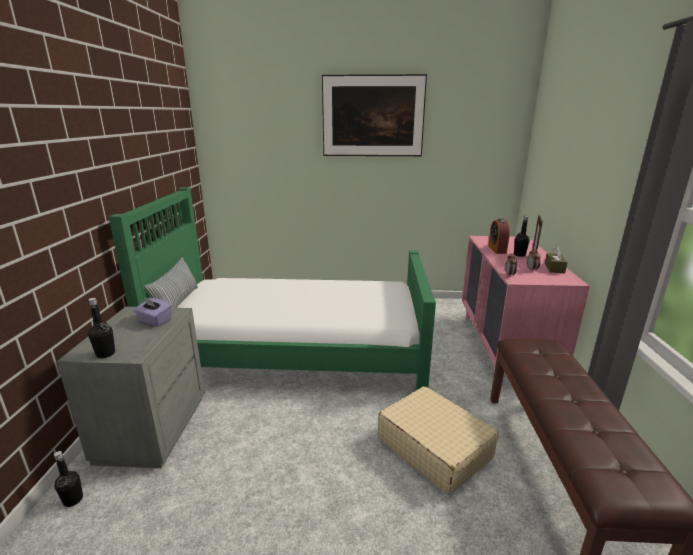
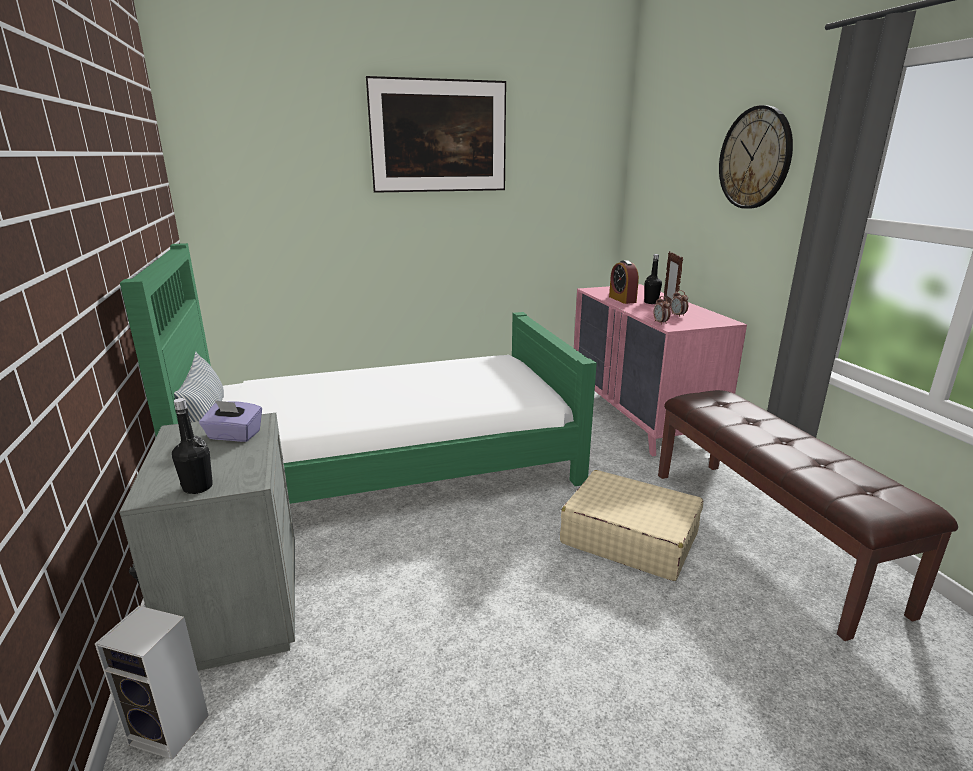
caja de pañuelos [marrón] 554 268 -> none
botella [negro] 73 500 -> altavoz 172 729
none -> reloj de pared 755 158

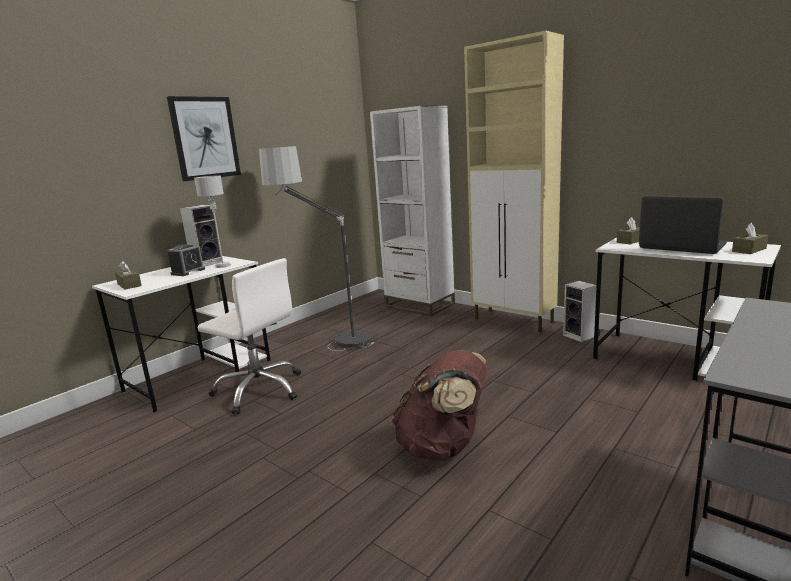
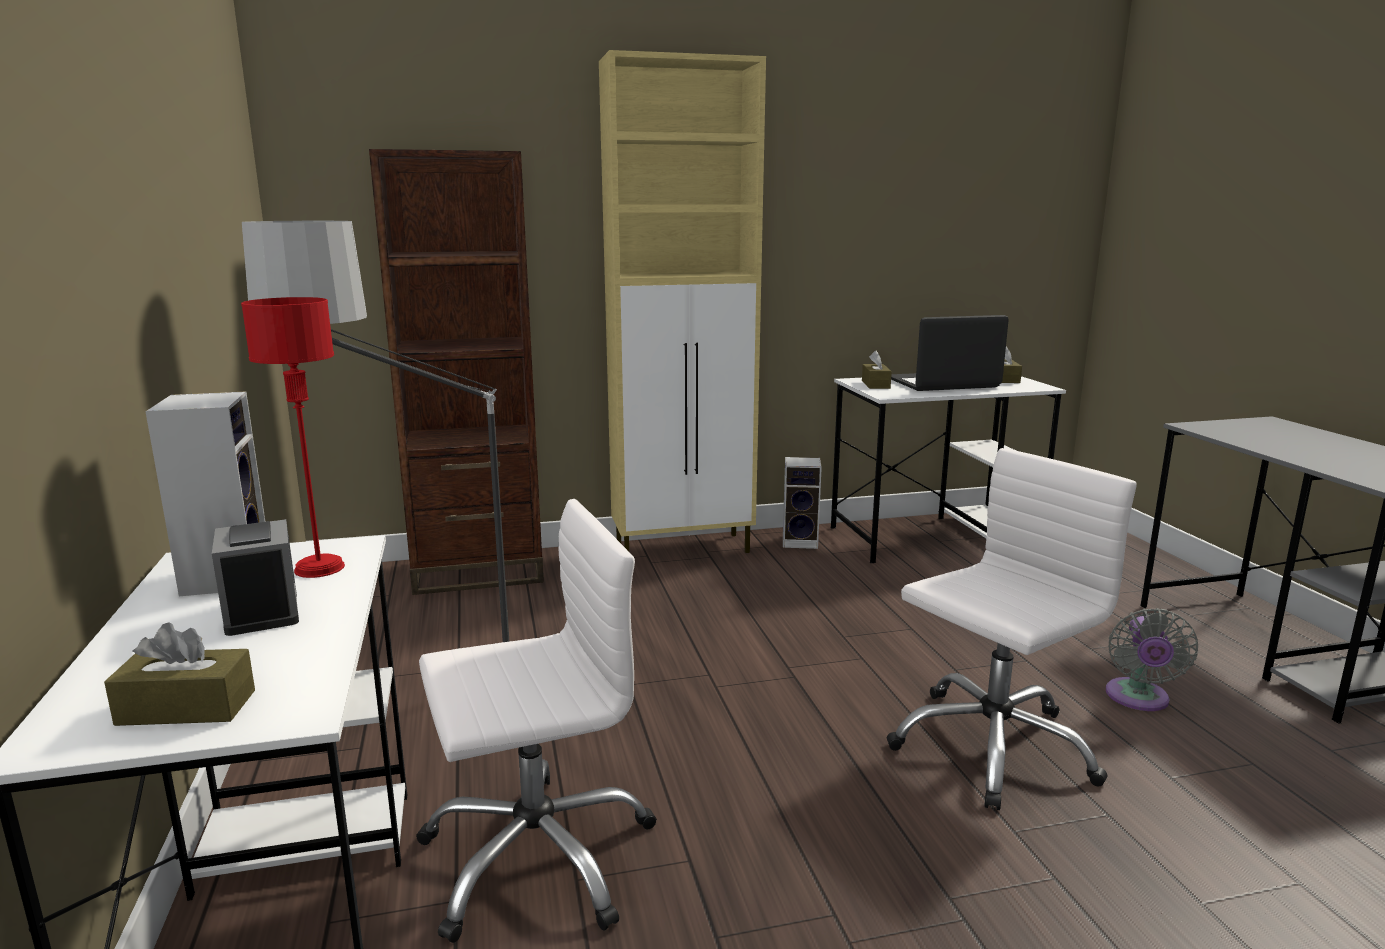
cuadro 205 138 -> none
estantería [blanco] 419 305 -> estantería [marrón] 478 572
lámpara de mesa [gris] 223 265 -> lámpara de mesa [rojo] 319 568
mochila [marrón] 443 447 -> silla de oficina [blanco] 991 746
none -> ventilador [gris] 1138 699

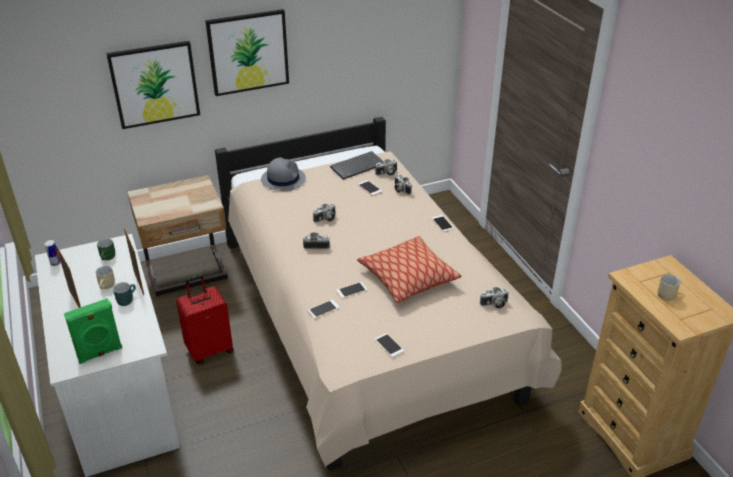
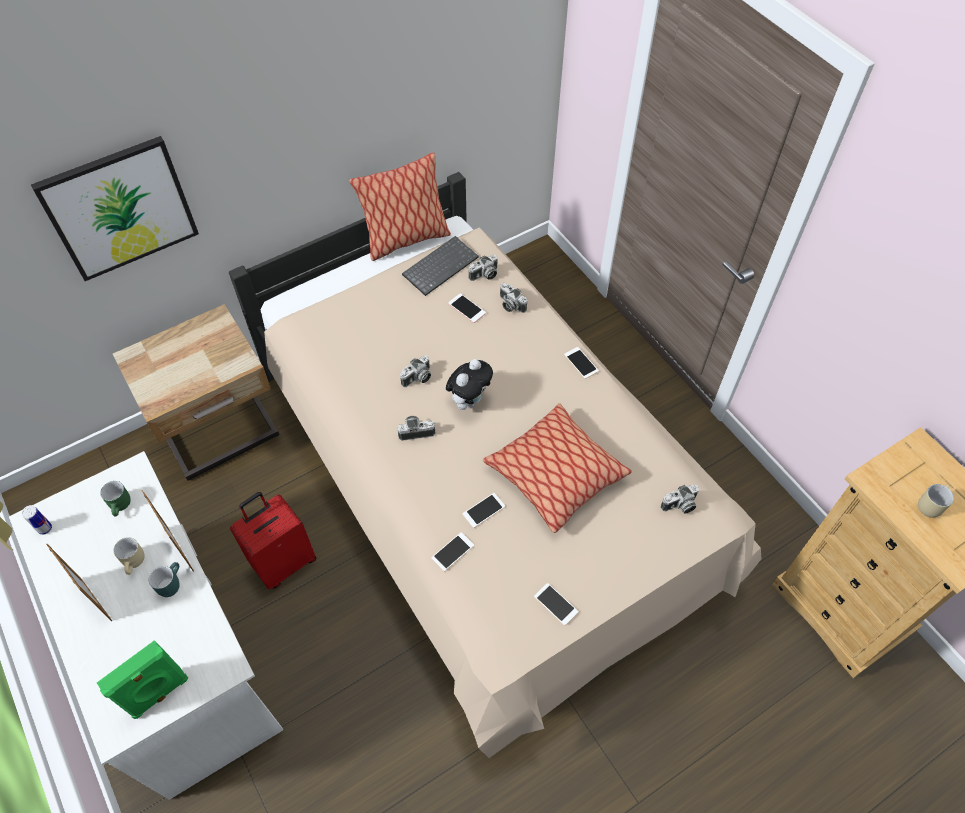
cuadro 248 52 -> none
sombrero [gris] 283 179 -> none
none -> cojín 405 240
none -> peluche 469 400

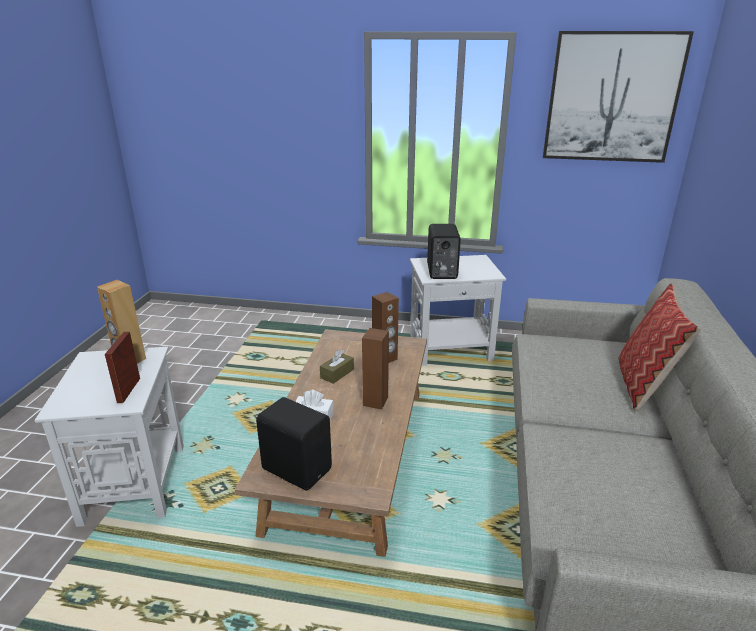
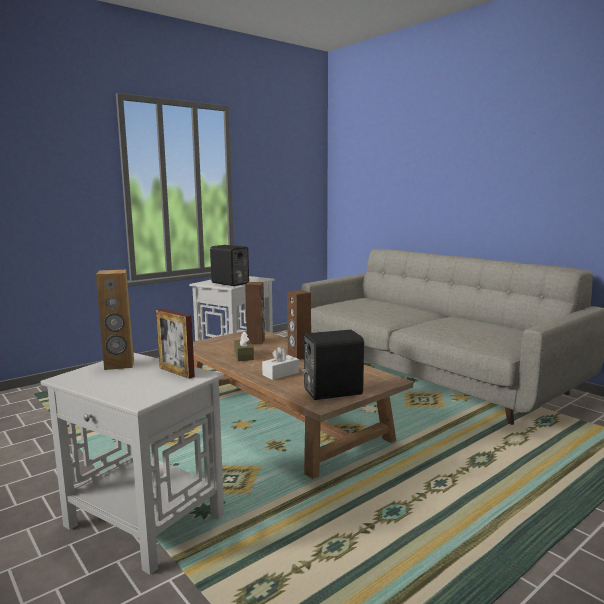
cuadro 612 98 -> none
cojín 643 385 -> none

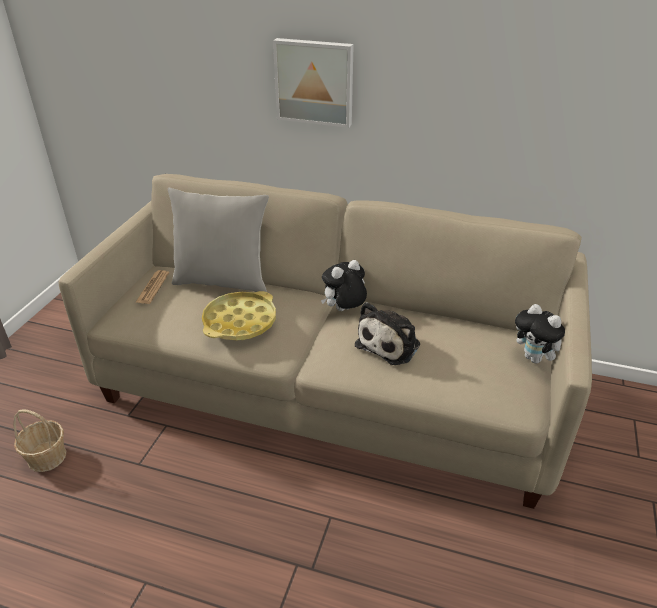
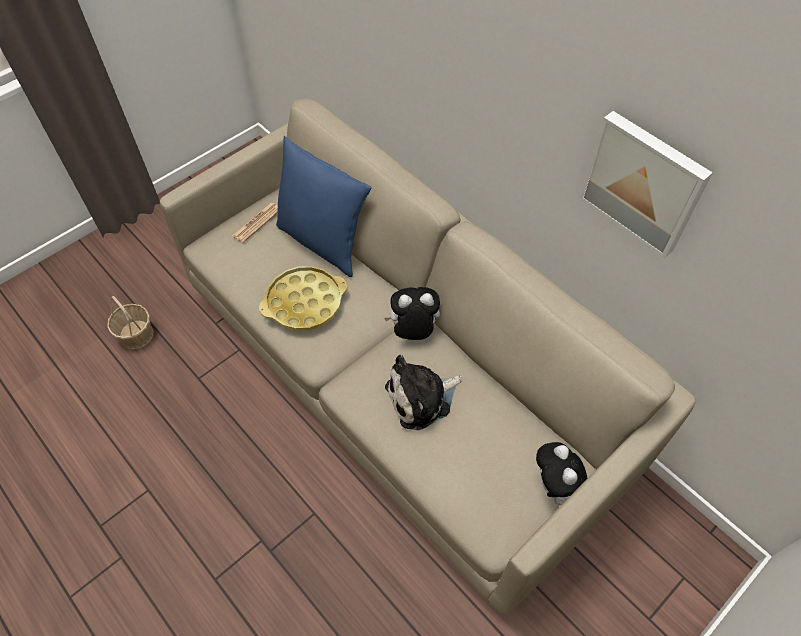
cuadro 315 82 -> cuadro 644 183, moved
cojín [gris] 222 281 -> cojín [azul] 323 241

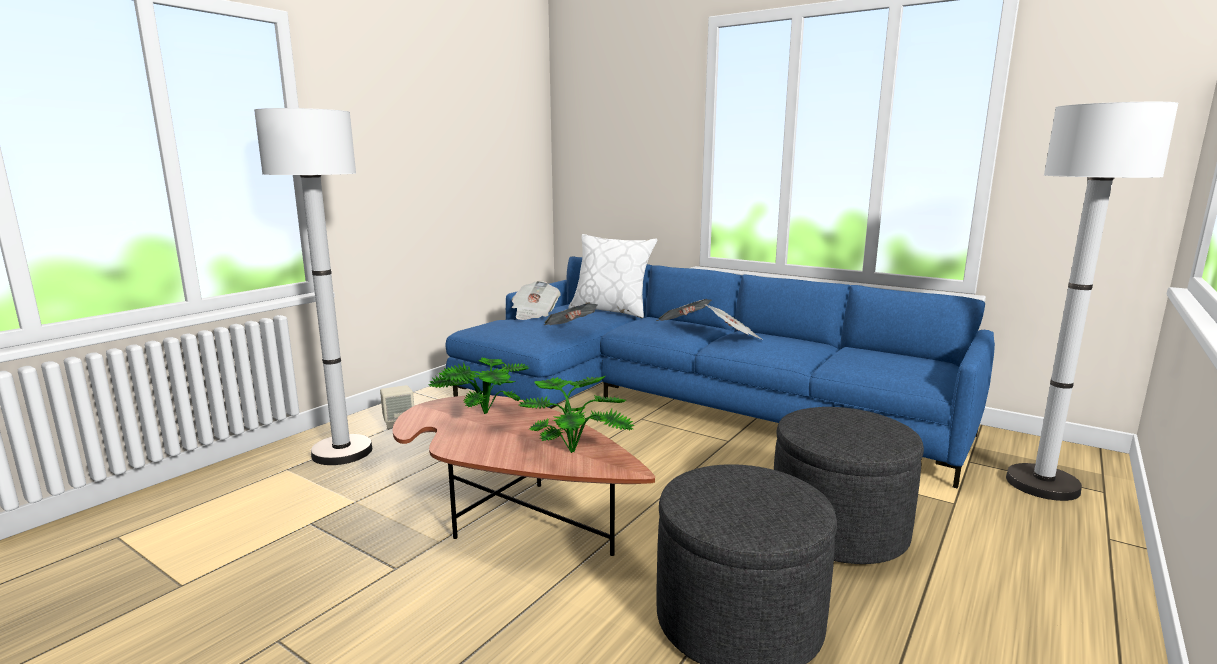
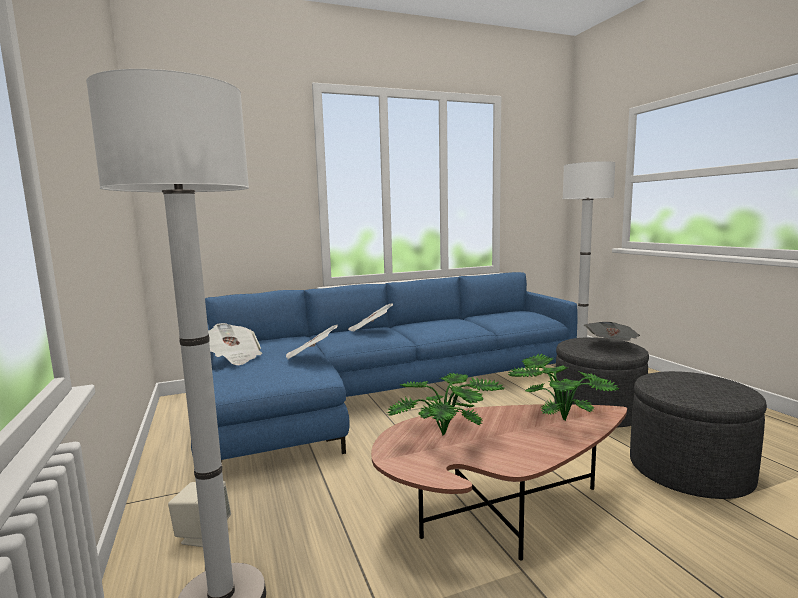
cojín [blanco] 611 310 -> none
periódico 733 337 -> periódico 611 345, moved

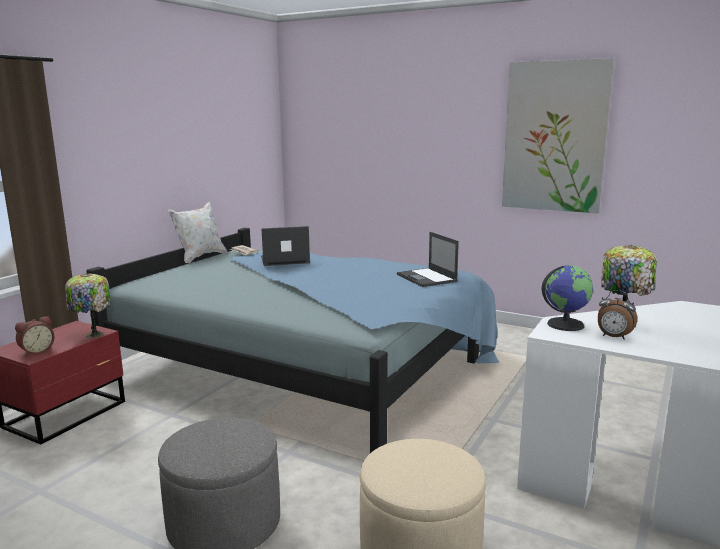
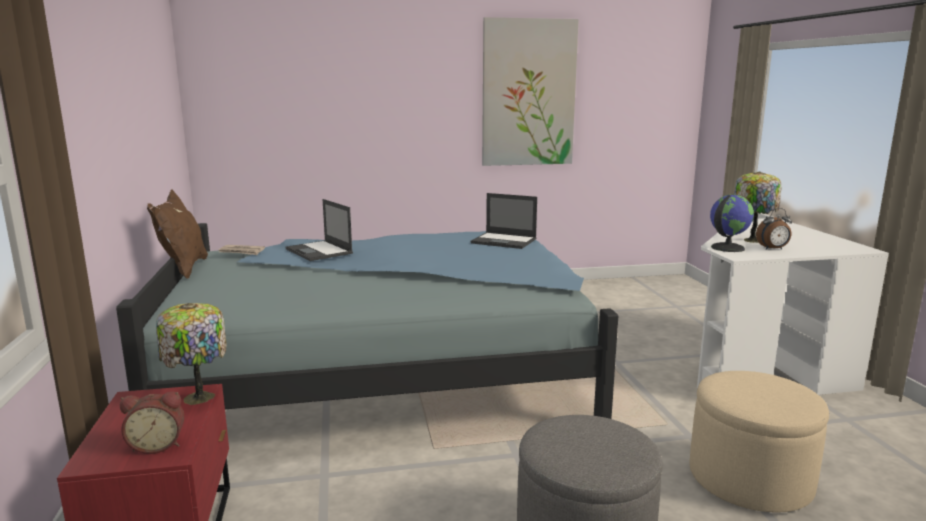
cojín [blanco] 200 257 -> cojín [marrón] 183 269
portátil 284 260 -> portátil 319 251, 75 degrees counterclockwise
despertador 36 351 -> despertador 157 445, 75 degrees clockwise

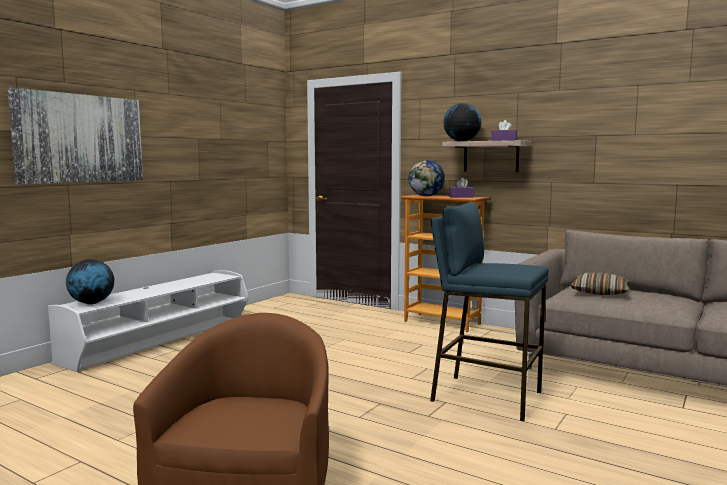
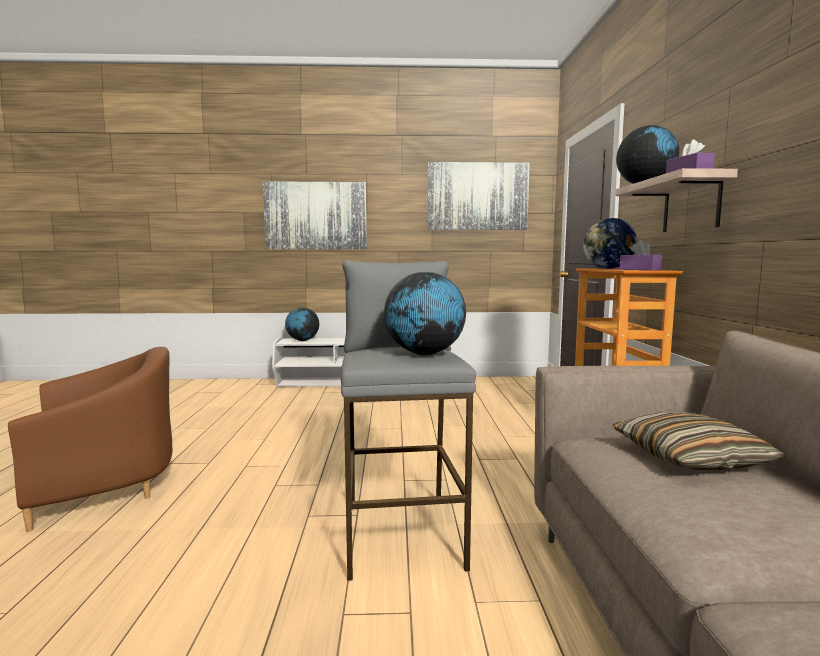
taburete [azul] 485 396 -> taburete [gris] 402 534
none -> cuadro 477 196
none -> globo terráqueo 424 353

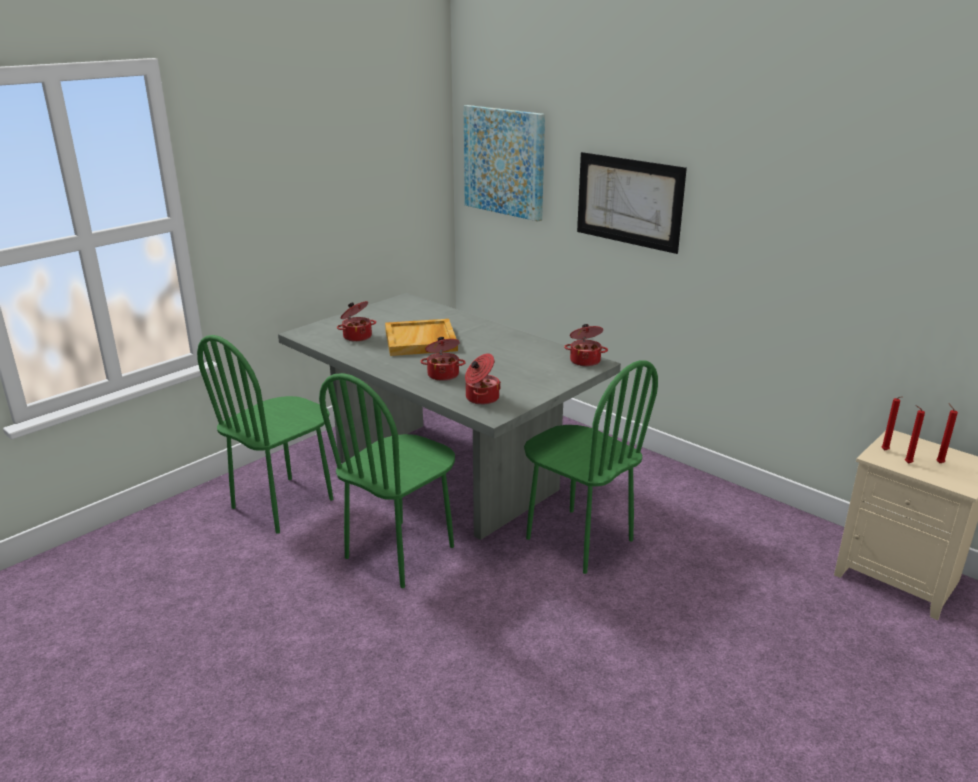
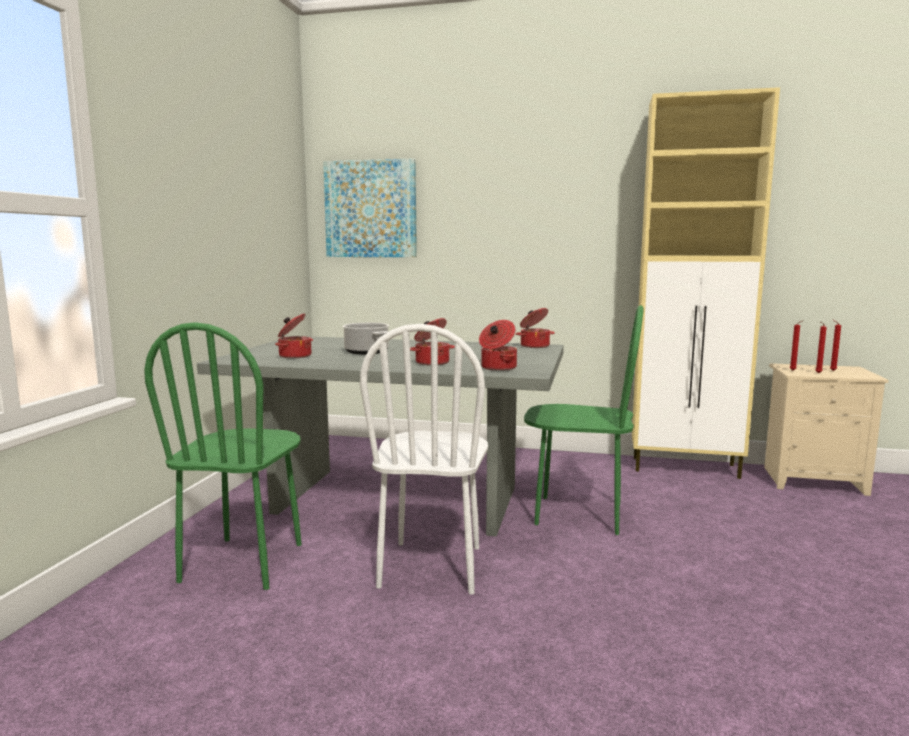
cuadro 629 201 -> none
bandeja [beis] 421 341 -> olla 367 352
silla [verde] 400 552 -> silla [blanco] 432 567
none -> armario [beis] 686 468

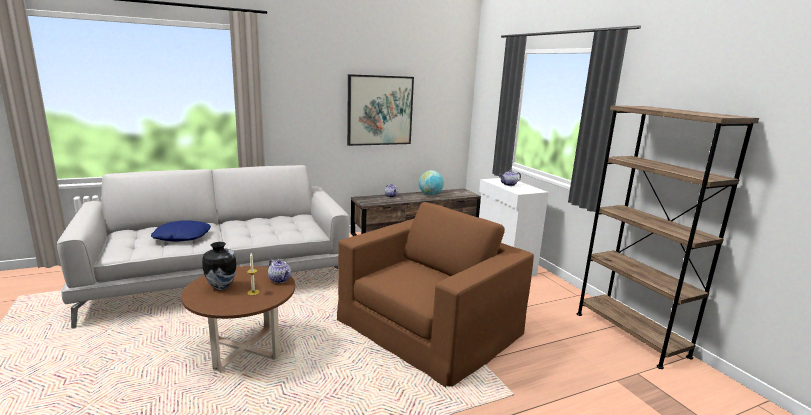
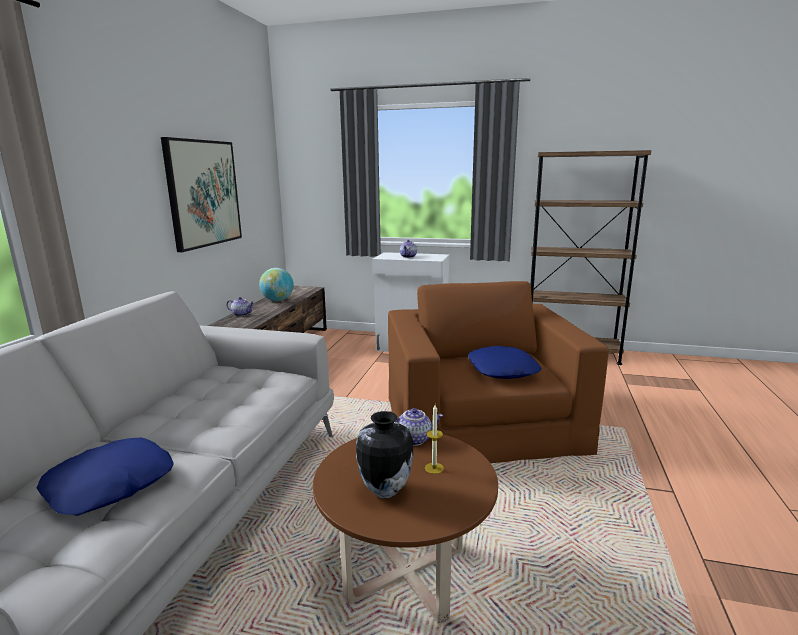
none -> cojín [azul] 503 370

